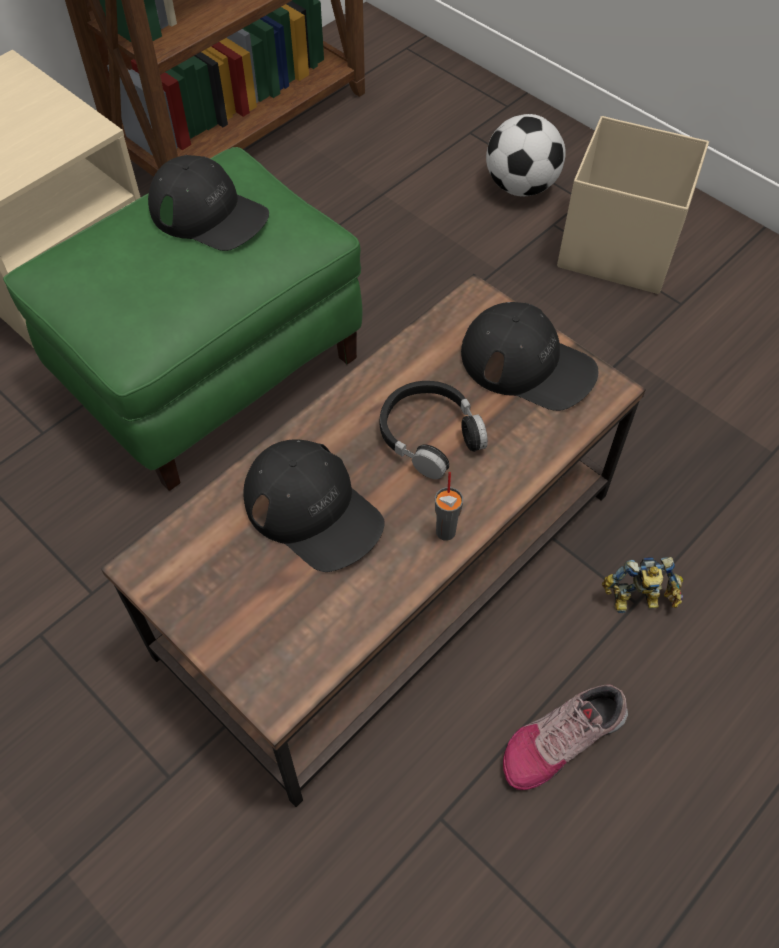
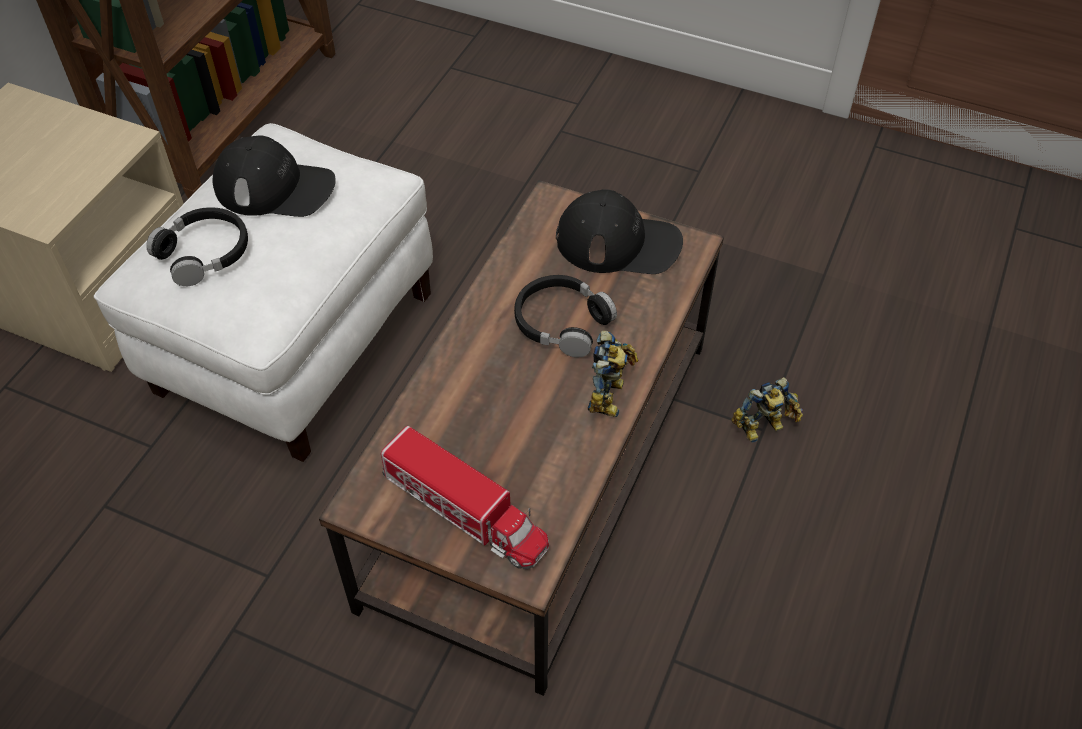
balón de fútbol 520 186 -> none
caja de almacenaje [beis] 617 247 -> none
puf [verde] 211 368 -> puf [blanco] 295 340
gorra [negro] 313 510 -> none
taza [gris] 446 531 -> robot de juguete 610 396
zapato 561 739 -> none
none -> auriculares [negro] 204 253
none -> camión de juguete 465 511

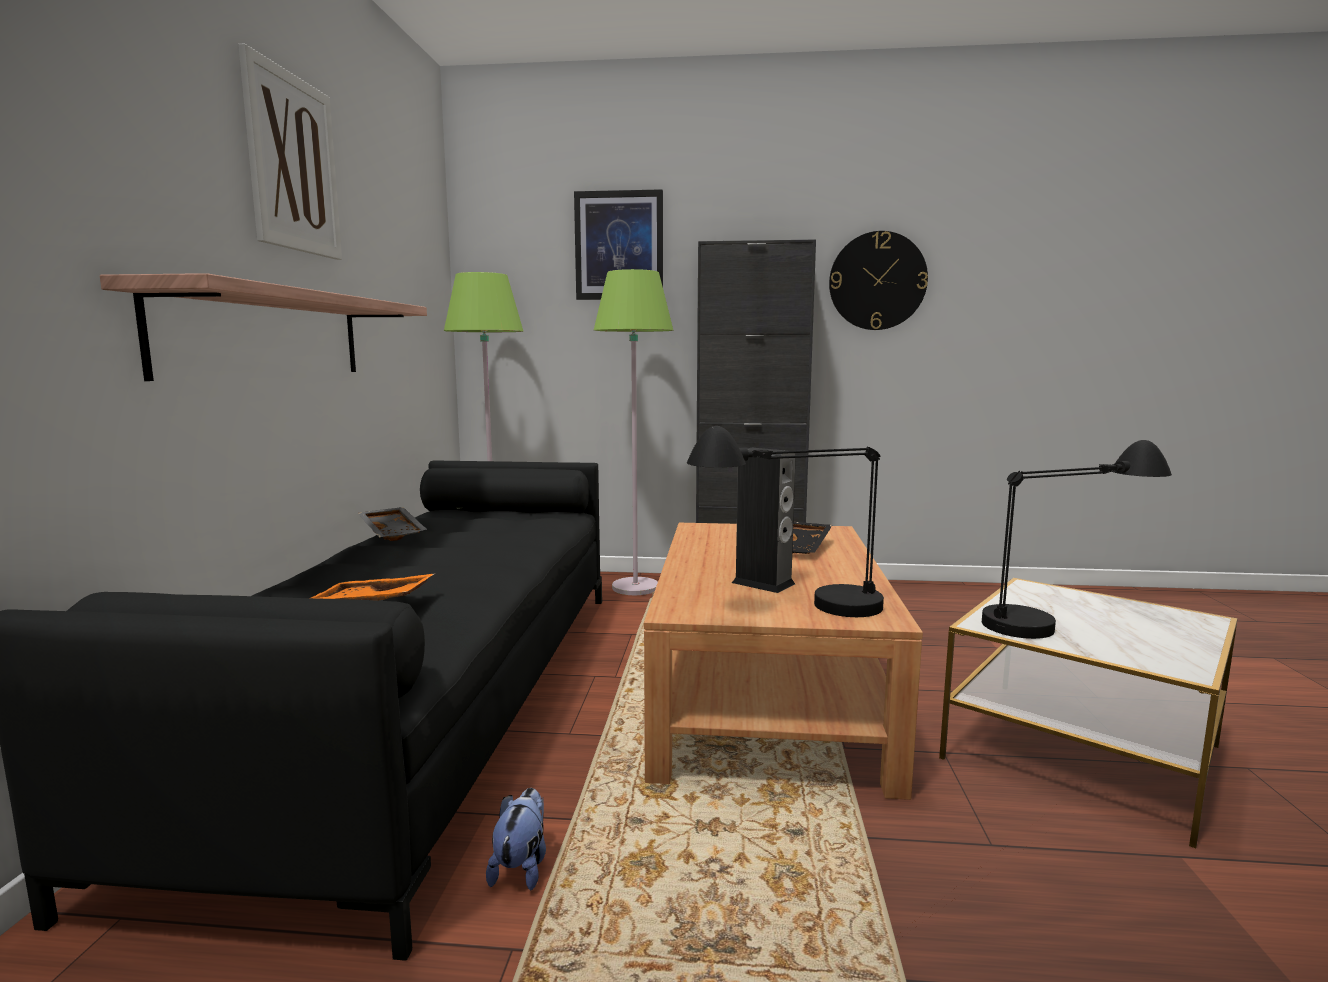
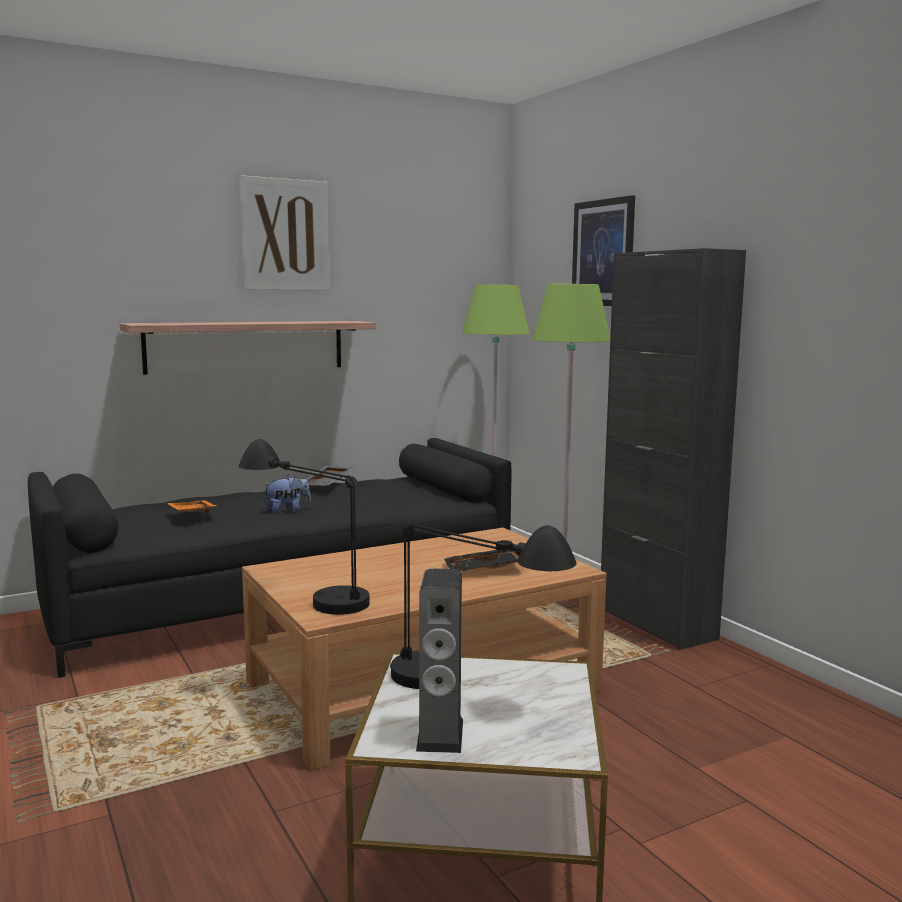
reloj de pared 877 281 -> none
altavoz 763 583 -> altavoz 440 735, moved
peluche 521 867 -> peluche 287 511, moved

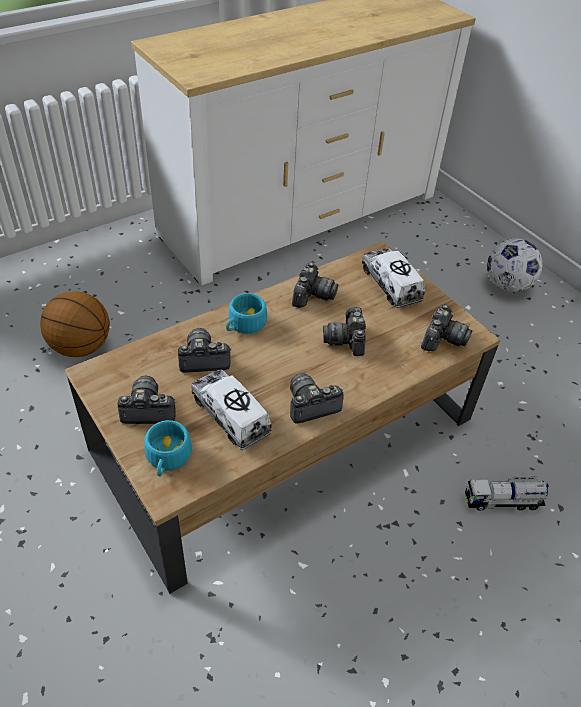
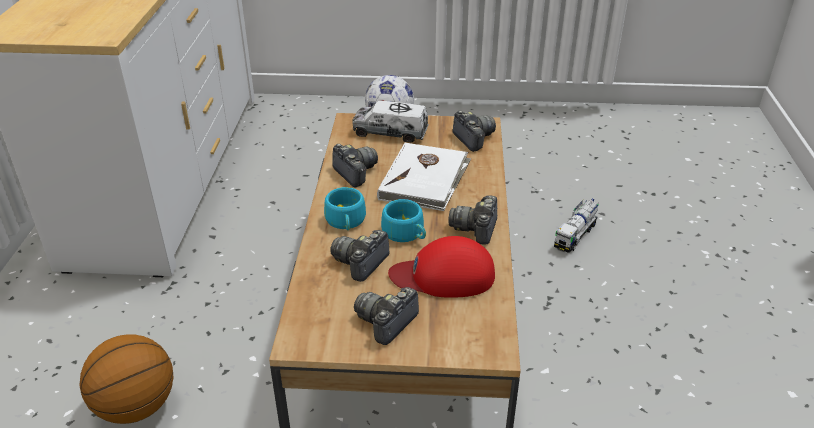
cámara 346 340 -> libro [blanco] 425 179
camión de juguete 230 416 -> gorra [rojo] 444 275
taza [turquesa] 167 459 -> taza [turquesa] 406 234, moved

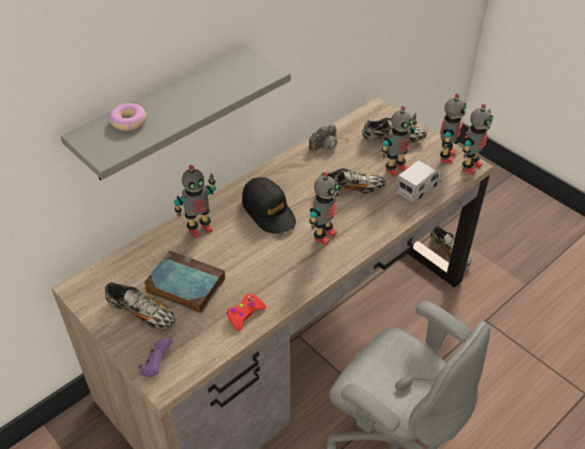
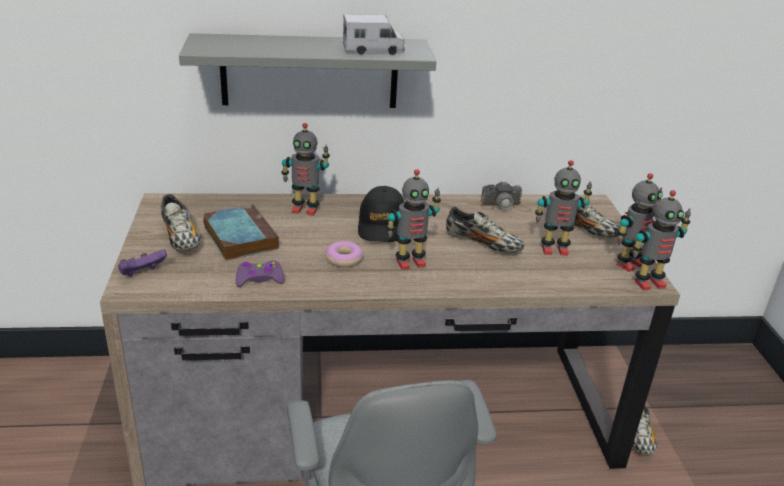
rosquilla 128 121 -> rosquilla 344 259, moved
camión de juguete 418 188 -> camión de juguete 373 50, moved
mando de consola [rojo] 245 314 -> mando de consola [morado] 259 279

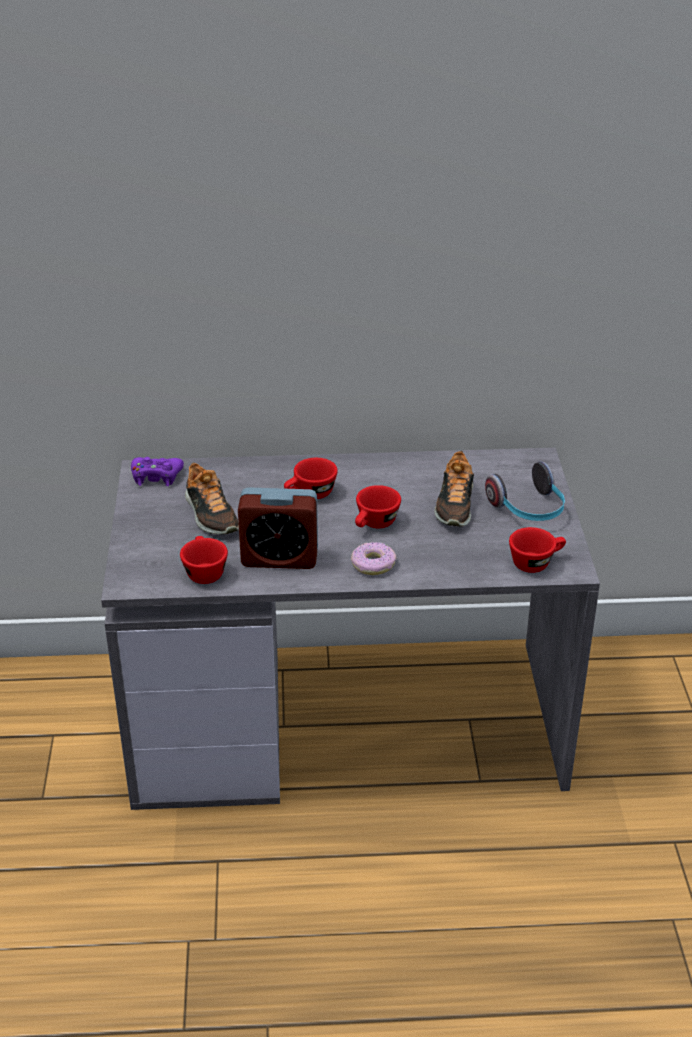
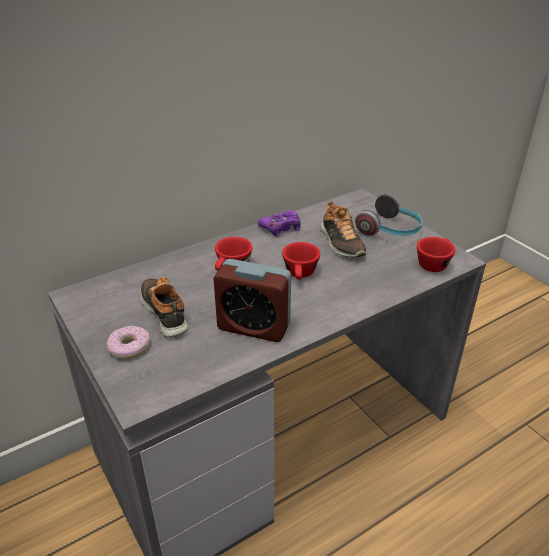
mando de consola [morado] 156 476 -> mando de consola [morado] 281 228, moved
zapato 210 515 -> zapato 165 312, 150 degrees counterclockwise
despertador 279 558 -> despertador 253 327, 45 degrees clockwise
taza [rojo] 203 571 -> none
rosquilla 373 564 -> rosquilla 129 347, moved

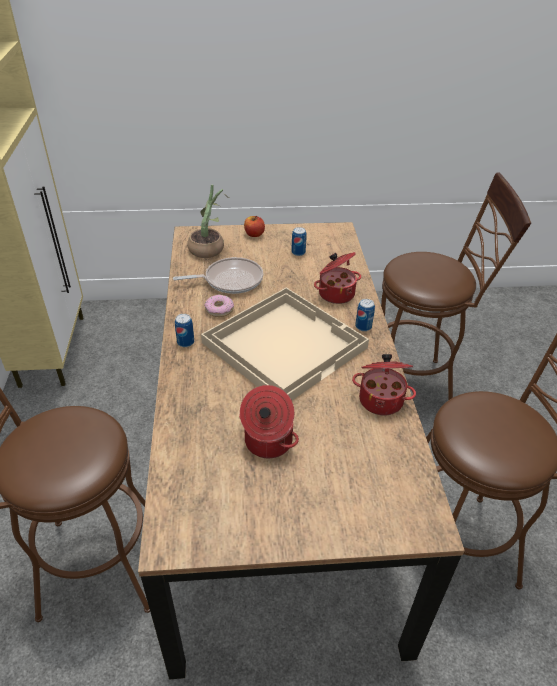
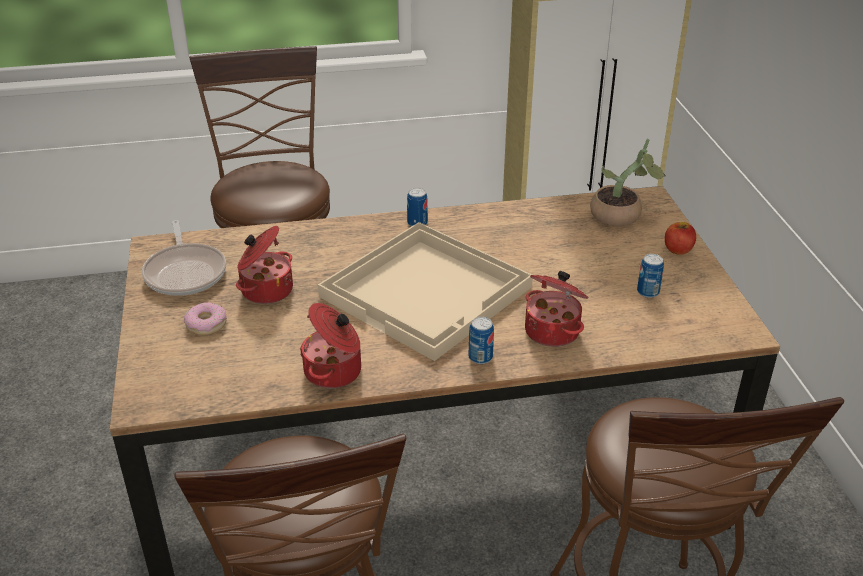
sartén 230 280 -> sartén 185 272, moved
rosquilla 219 309 -> rosquilla 206 324, moved

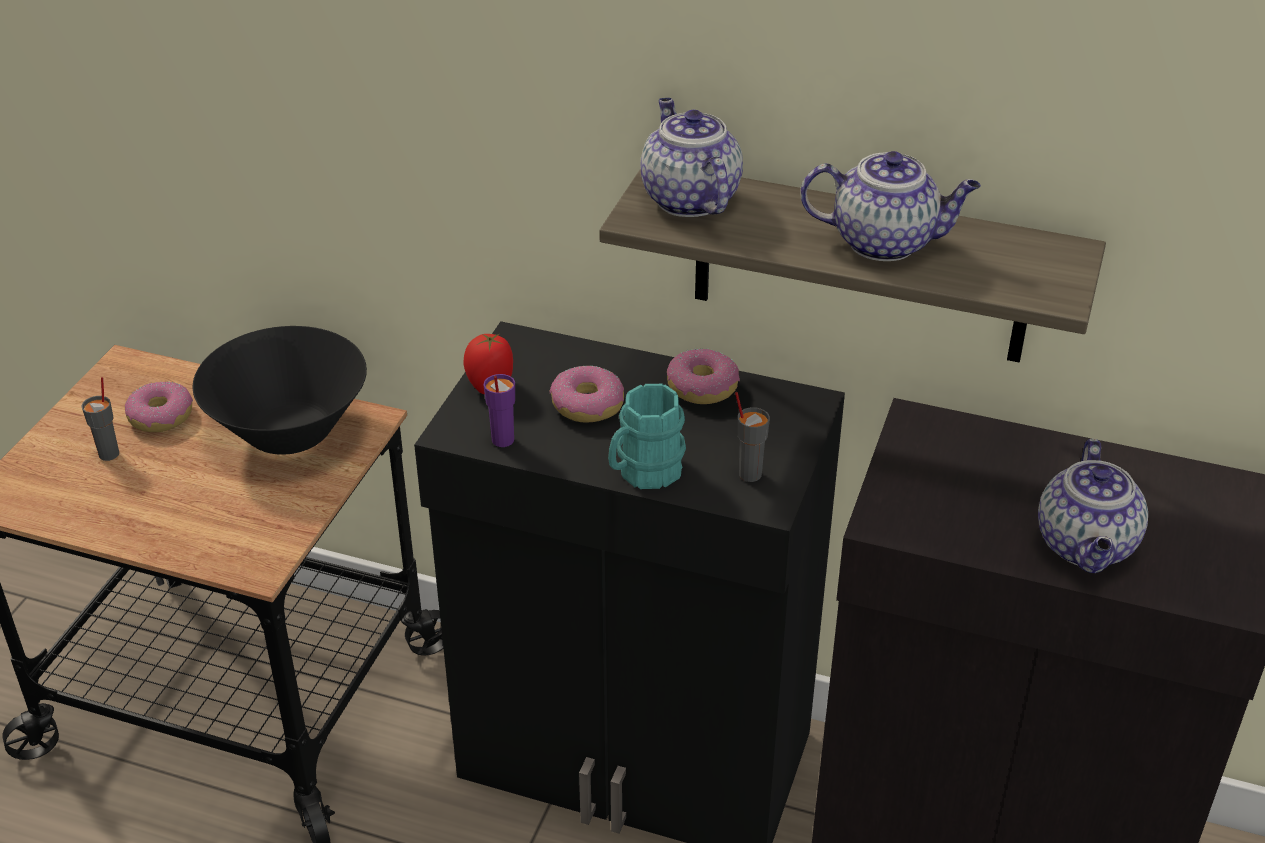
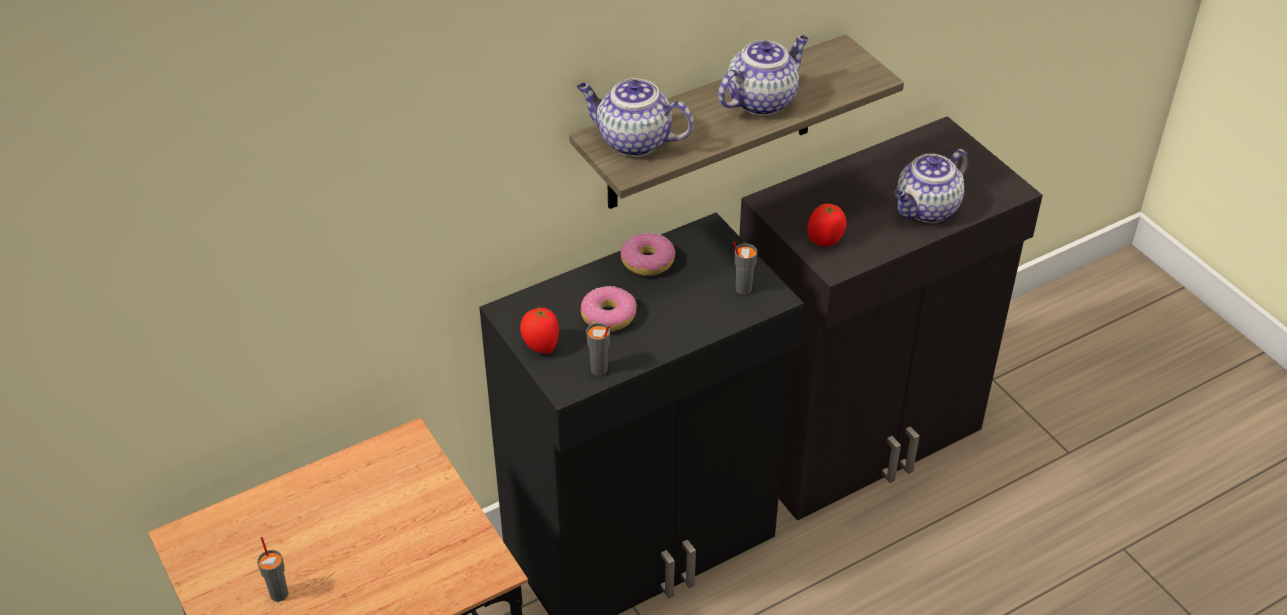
cuenco [negro] 290 431 -> none
taza [morado] 502 440 -> taza [gris] 599 370
rosquilla 161 417 -> none
taza grande [turquesa] 643 472 -> none
tetera 1087 547 -> tetera 926 210, 90 degrees clockwise
none -> tomate 825 240

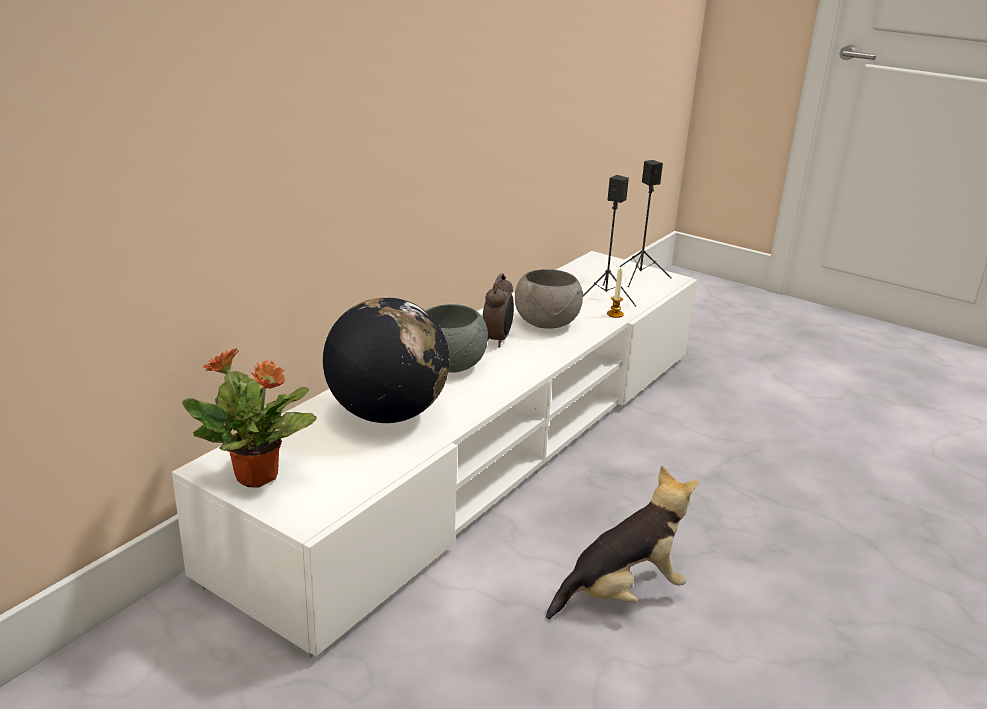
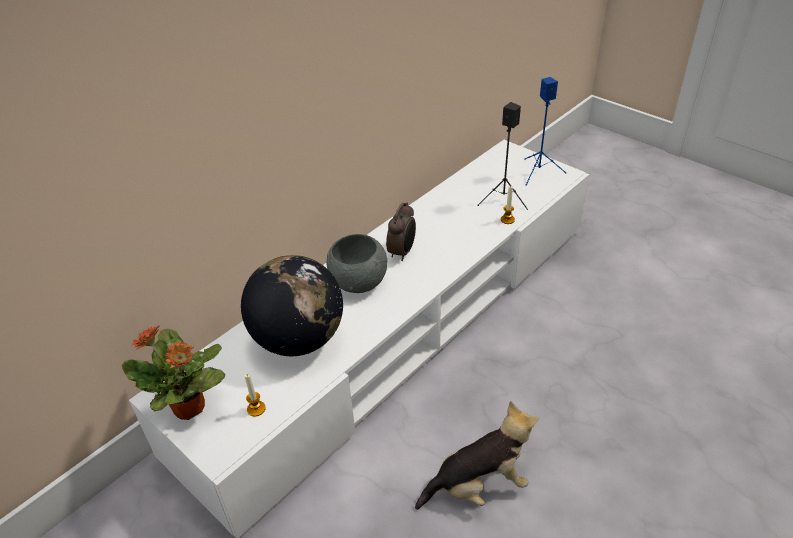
altavoz [negro] 640 277 -> altavoz [azul] 539 172
cuenco [gris] 548 323 -> none
none -> vela 256 409

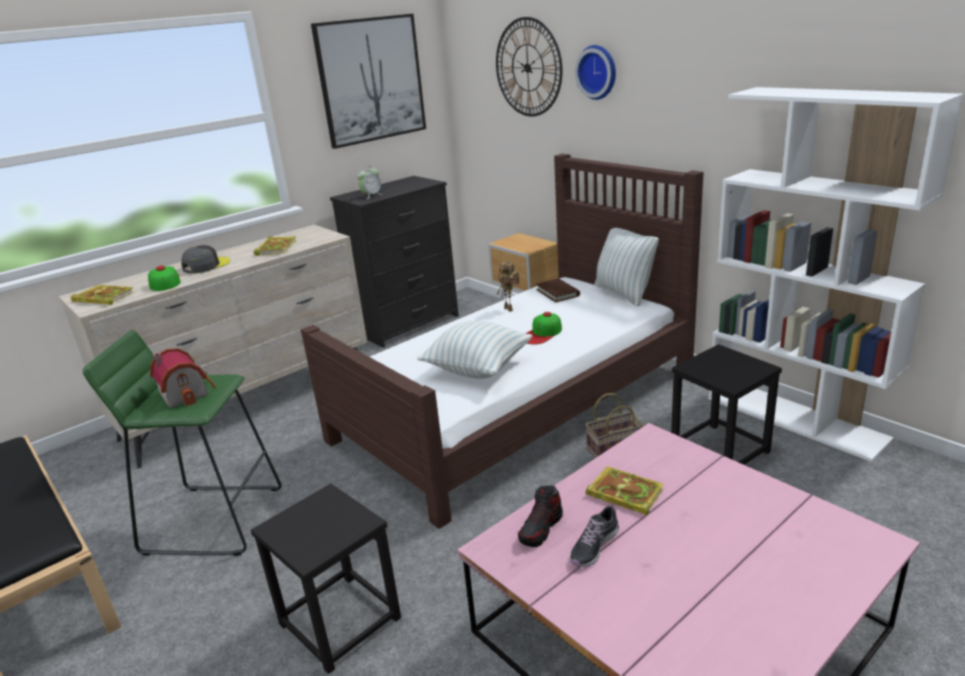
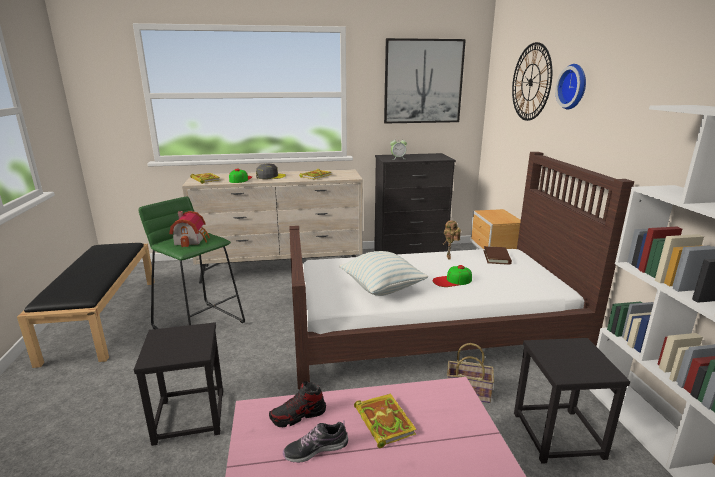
cojín 623 294 -> none

